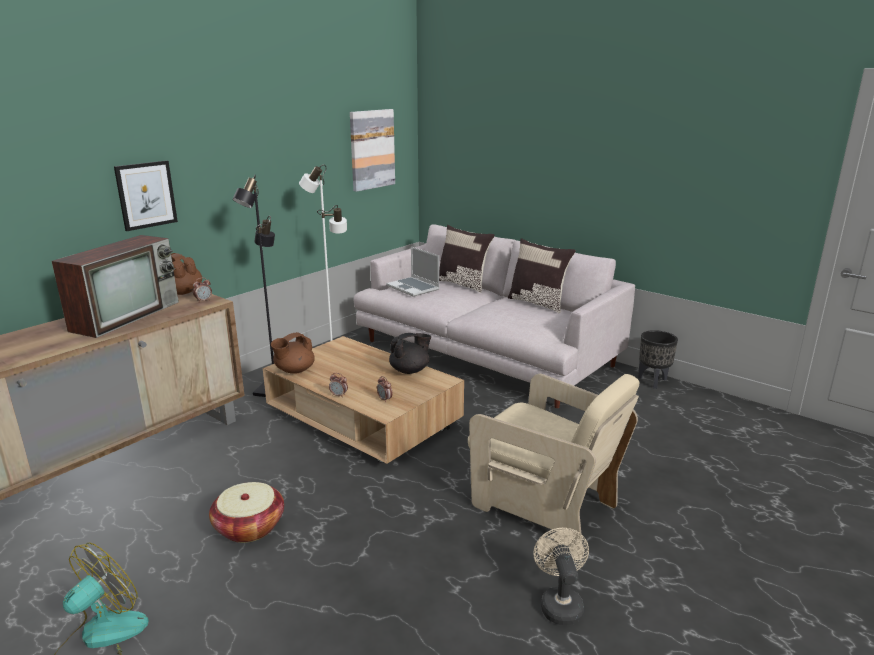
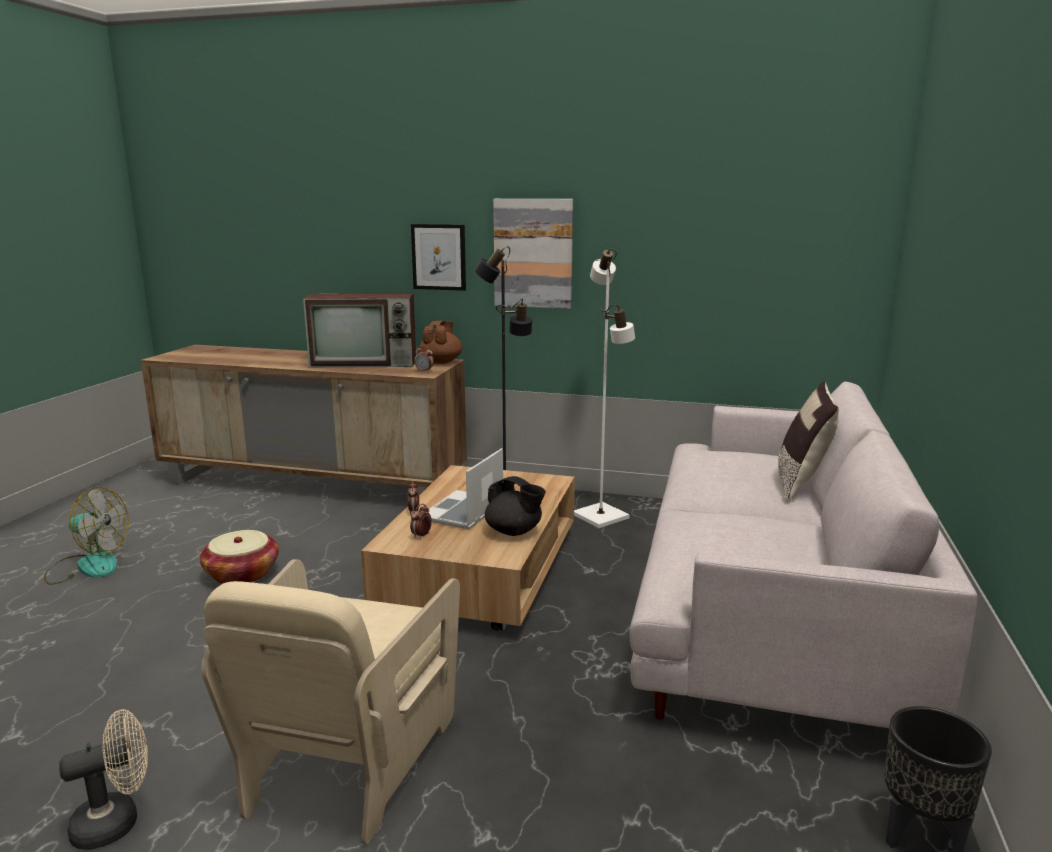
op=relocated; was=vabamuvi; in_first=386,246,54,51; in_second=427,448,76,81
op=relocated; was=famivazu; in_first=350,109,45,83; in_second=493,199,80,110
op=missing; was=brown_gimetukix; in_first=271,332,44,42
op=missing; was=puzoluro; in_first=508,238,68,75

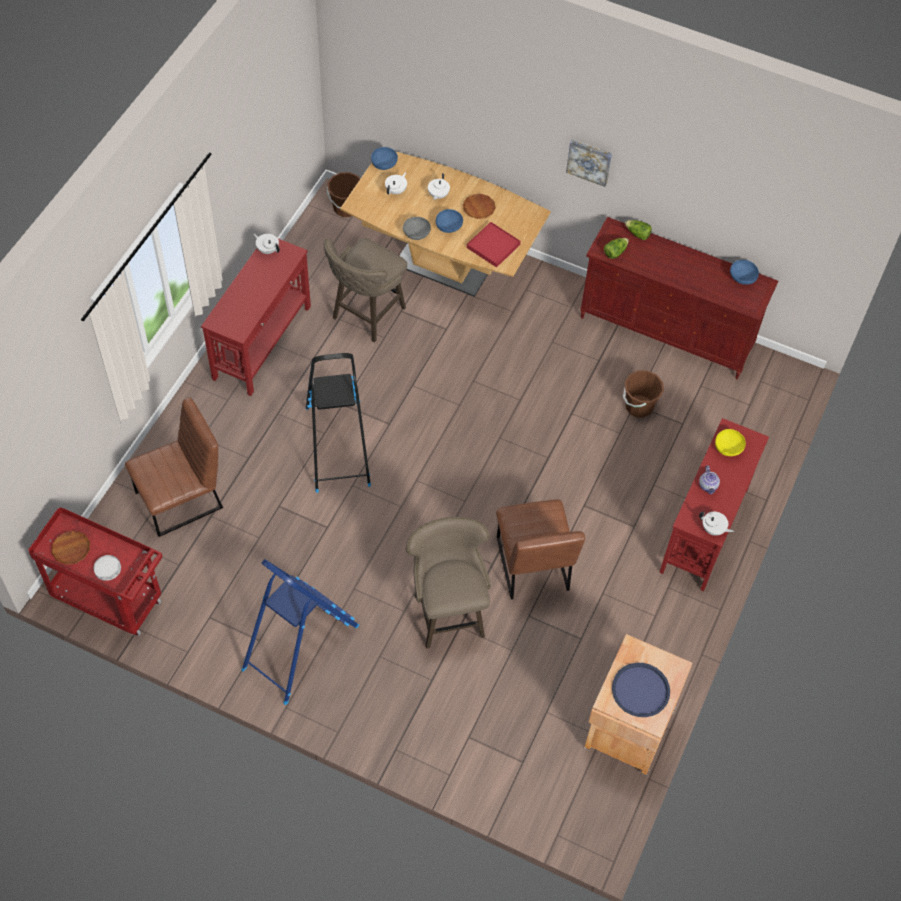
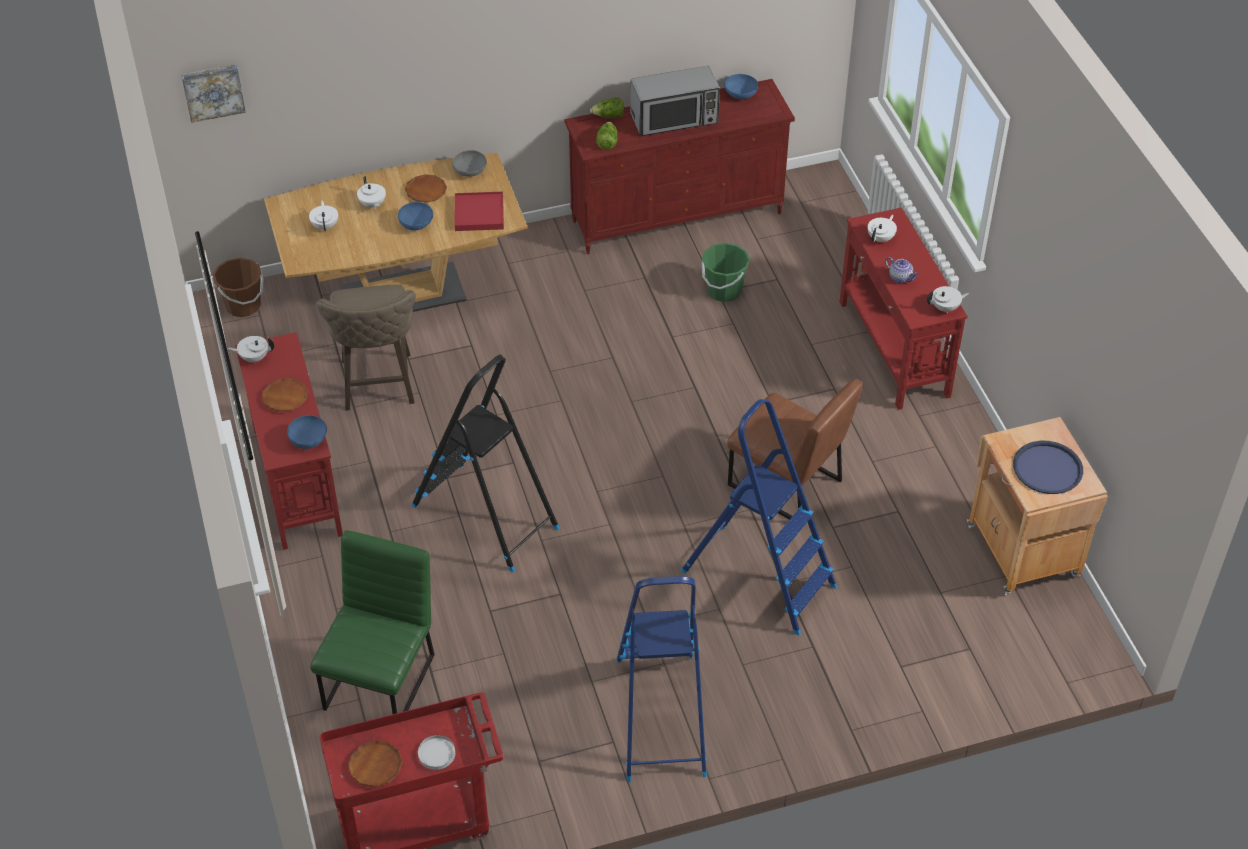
op=relocated; was=famivazu; in_first=566,139,46,48; in_second=181,64,65,59
op=appeared; now=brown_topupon; in_second=261,378,47,34
op=relocated; was=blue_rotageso; in_first=371,147,27,23; in_second=287,415,40,34
op=colour; was=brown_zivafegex; now=green_zivafegex; in_first=125,397,98,140; in_second=310,530,125,184
op=relocated; was=grey_rotageso; in_first=403,217,28,23; in_second=452,150,35,27
op=appeared; now=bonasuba; in_second=630,66,90,70
op=exchanged; was=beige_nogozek; now=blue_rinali; in_first=406,517,85,132; in_second=680,399,157,236
op=colour; was=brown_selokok; now=green_selokok; in_first=623,371,41,47; in_second=702,243,48,59
op=exchanged; was=yellow_rotageso; now=white_gimetukix; in_first=715,429,31,27; in_second=868,215,29,28

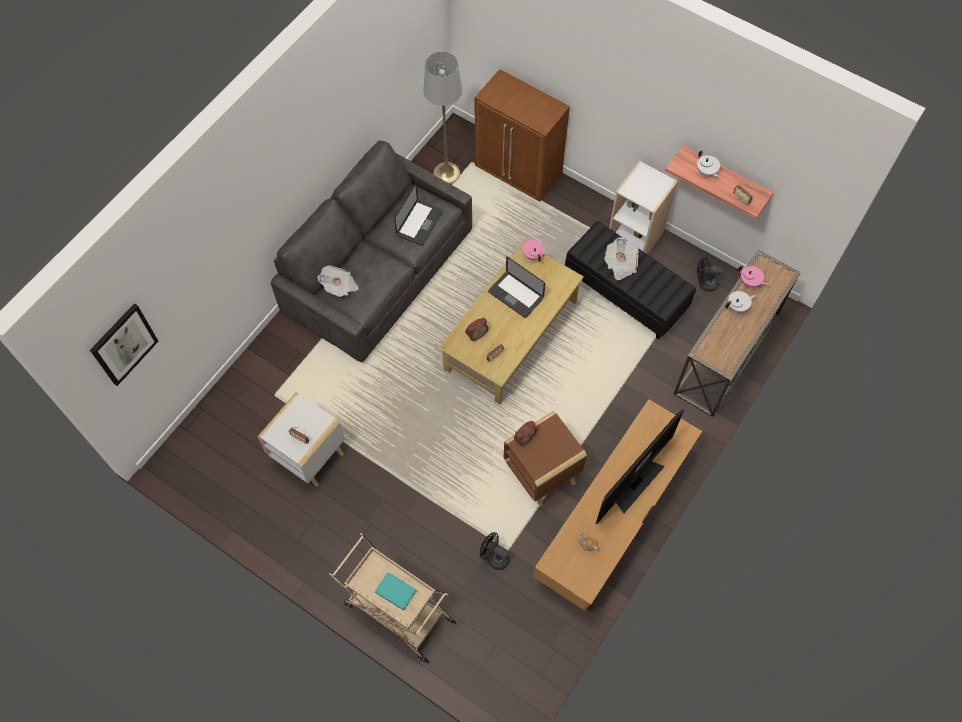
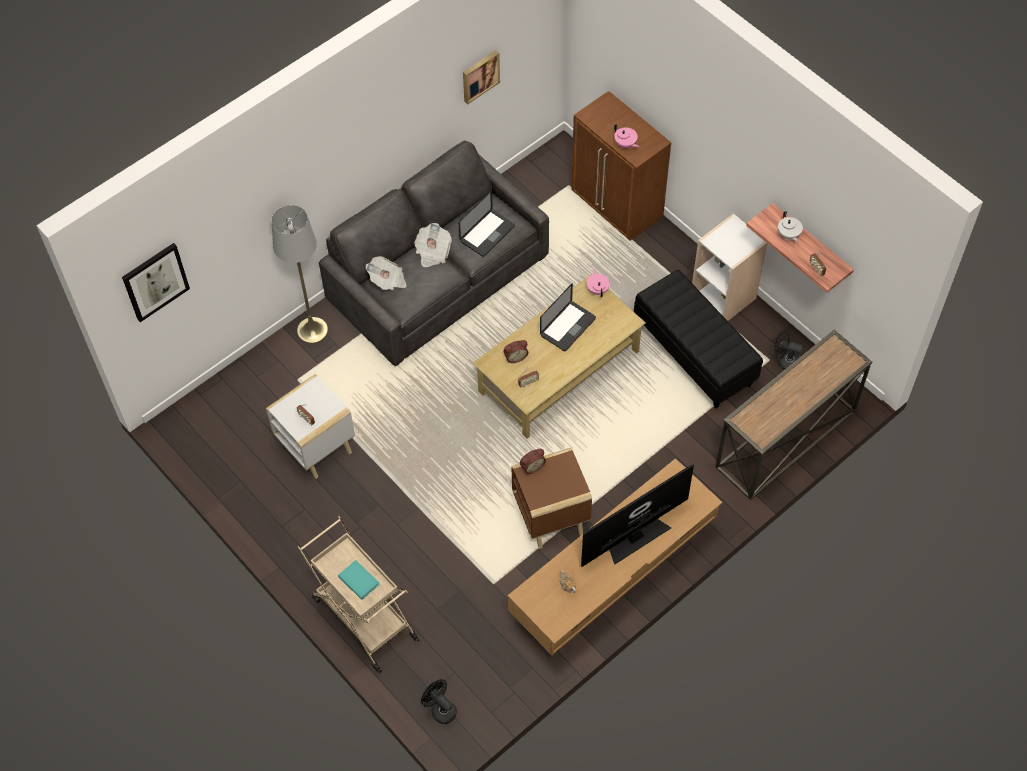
op=relocated; was=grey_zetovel; in_first=423,52,39,132; in_second=271,205,57,139
op=relocated; was=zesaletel; in_first=604,237,35,43; in_second=414,223,38,44
op=relocated; was=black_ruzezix; in_first=480,532,30,38; in_second=421,679,36,45
op=appeared; now=famivazu; in_second=463,50,37,54
op=spun; was=vabamuvi; in_first=488,256,57,62; in_second=540,283,56,68; clockwise=-105
op=relocated; was=pink_gimetukix; in_first=738,266,31,21; in_second=614,124,25,24
op=missing; was=white_gimetukix; in_first=725,291,31,22

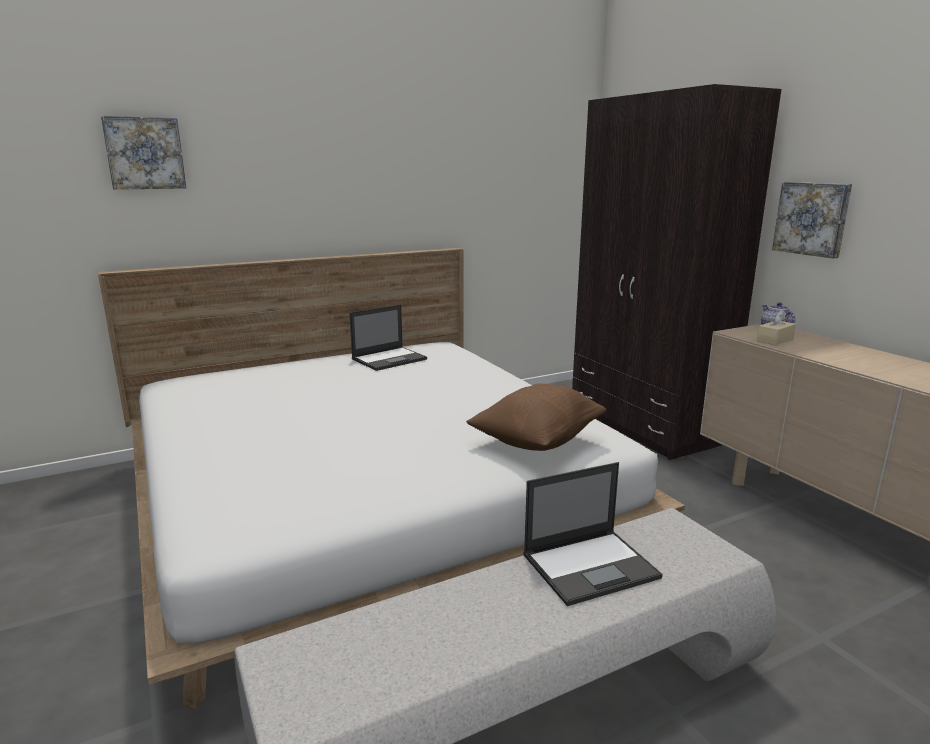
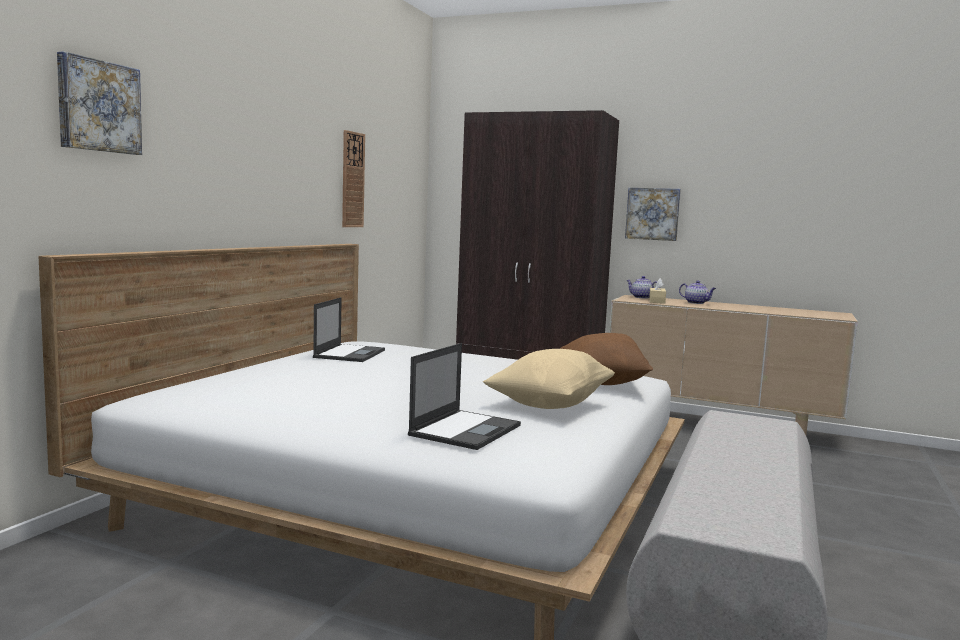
op=appeared; now=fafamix; in_second=342,130,23,97
op=relocated; was=vabamuvi; in_first=523,462,140,144; in_second=408,343,113,107
op=appeared; now=beige_puzoluro; in_second=483,349,132,60
op=appeared; now=gimetukix; in_second=679,280,37,24

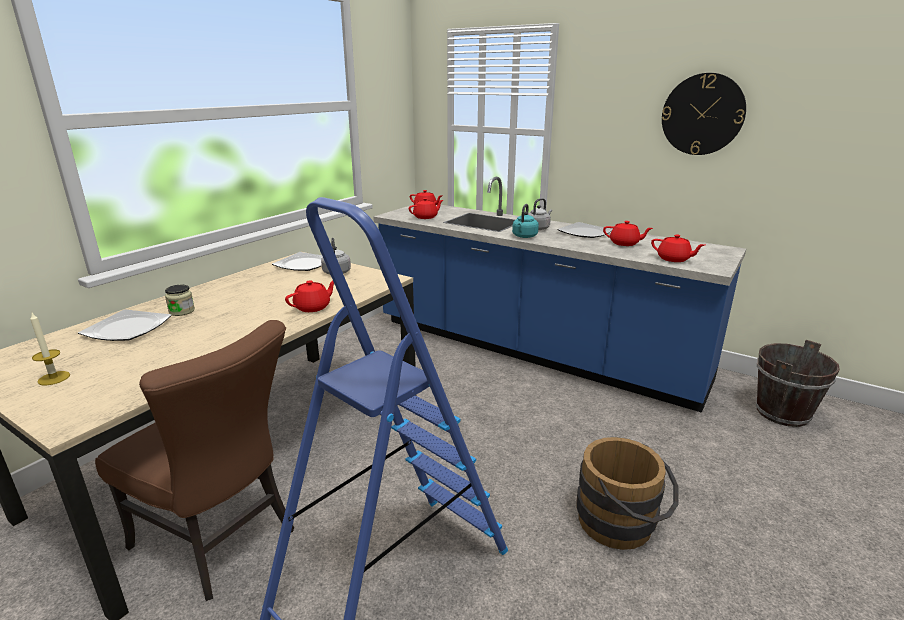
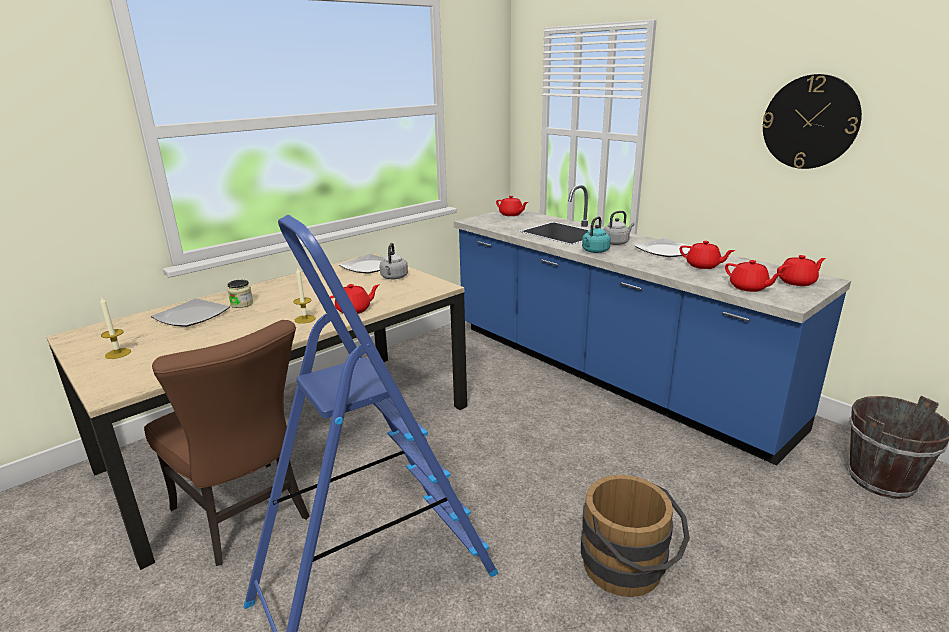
op=appeared; now=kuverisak; in_second=293,267,23,57
op=relocated; was=red_gimetukix; in_first=409,198,34,21; in_second=777,255,49,31

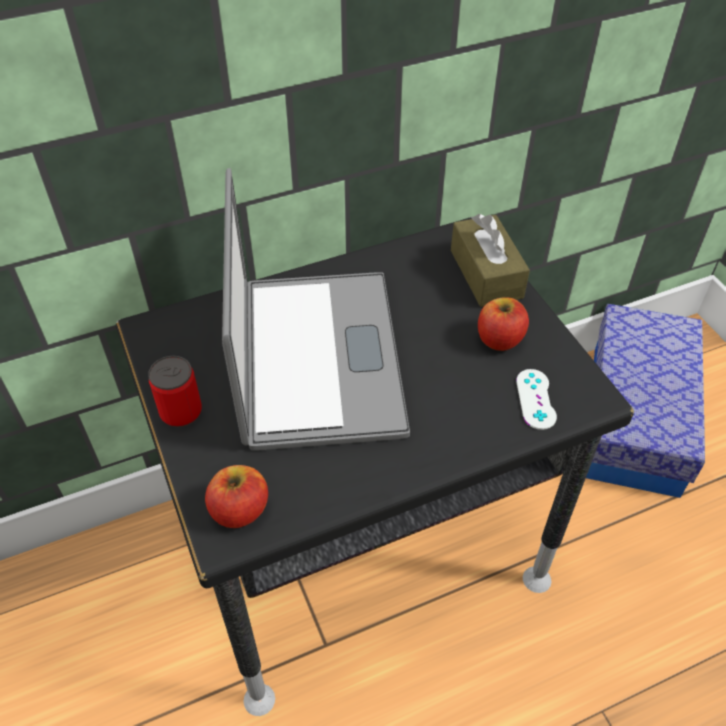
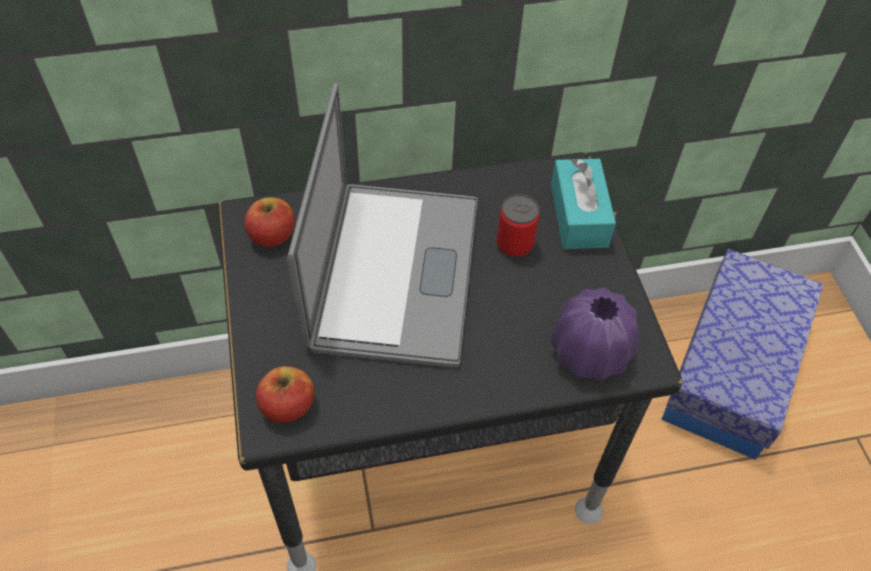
op=relocated; was=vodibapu; in_first=478,297,51,54; in_second=244,197,51,50
op=relocated; was=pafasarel; in_first=148,356,54,72; in_second=497,194,42,64
op=colour; was=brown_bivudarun; now=turquoise_bivudarun; in_first=451,214,79,93; in_second=551,158,65,91
op=exchanged; was=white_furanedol; now=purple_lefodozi; in_first=516,369,41,61; in_second=551,288,88,93

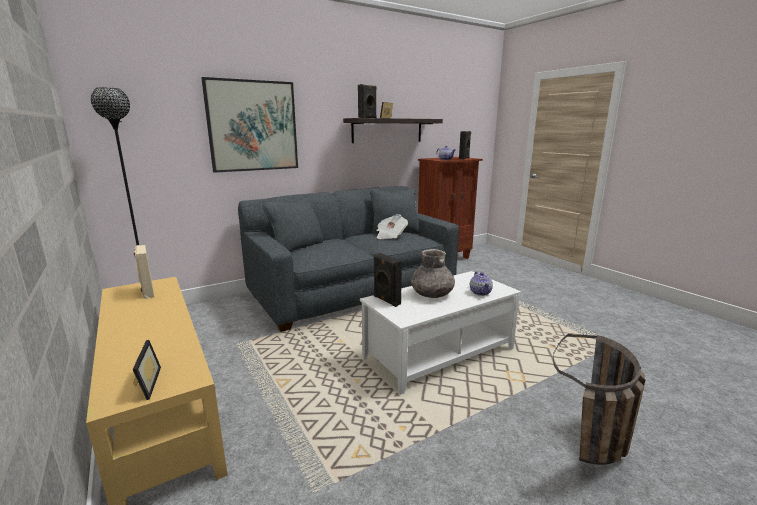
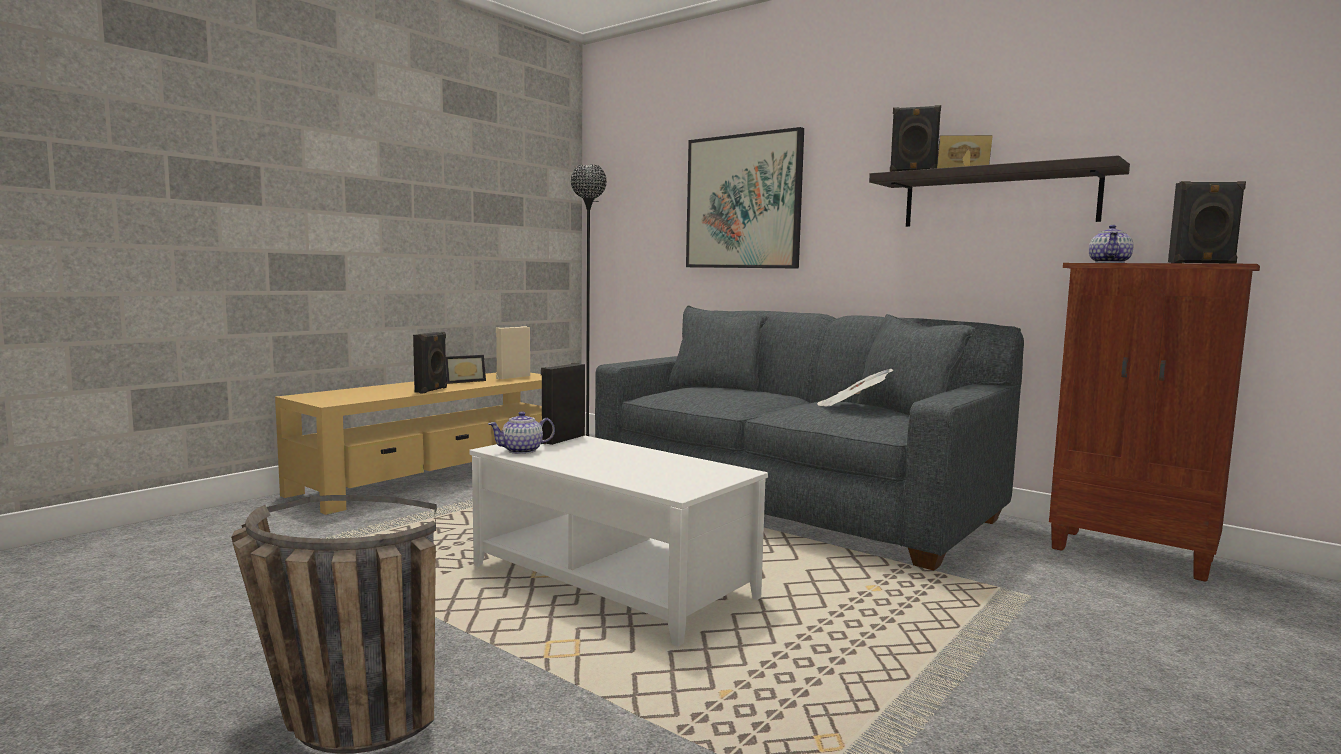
op=appeared; now=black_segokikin; in_second=413,332,34,62
op=relocated; was=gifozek; in_first=132,340,29,60; in_second=446,355,40,29
op=relocated; was=gimetukix; in_first=470,272,23,24; in_second=488,411,67,43
op=missing; was=grey_lefodozi; in_first=411,249,44,49

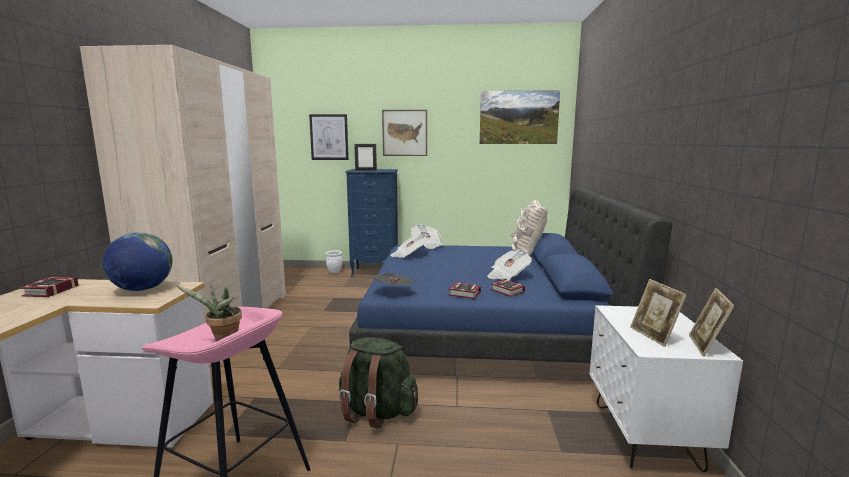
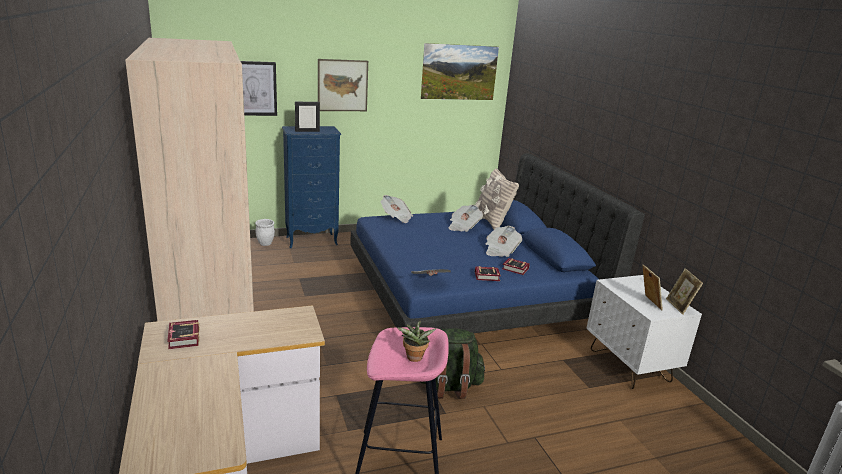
op=relocated; was=zesaletel; in_first=390,233,37,25; in_second=449,205,34,27
op=spun; was=gifozek; in_first=630,279,57,68; in_second=642,265,21,45; clockwise=-150
op=missing; was=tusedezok; in_first=103,232,70,59

